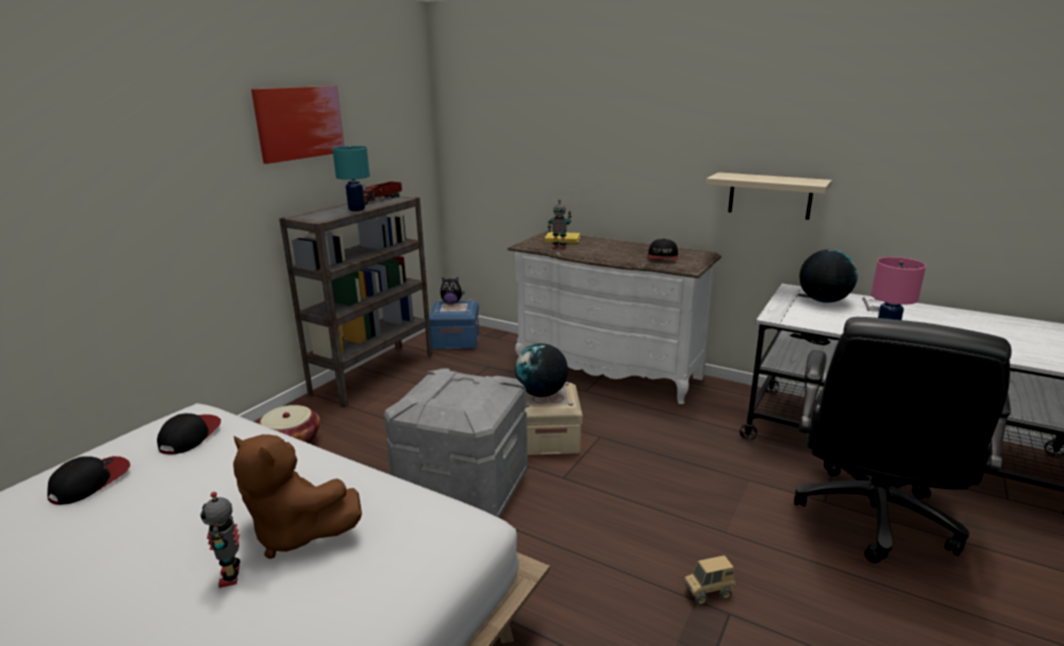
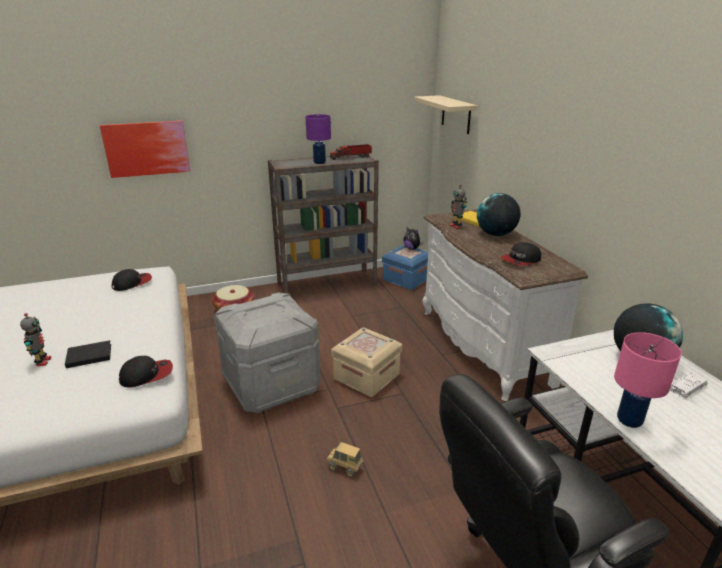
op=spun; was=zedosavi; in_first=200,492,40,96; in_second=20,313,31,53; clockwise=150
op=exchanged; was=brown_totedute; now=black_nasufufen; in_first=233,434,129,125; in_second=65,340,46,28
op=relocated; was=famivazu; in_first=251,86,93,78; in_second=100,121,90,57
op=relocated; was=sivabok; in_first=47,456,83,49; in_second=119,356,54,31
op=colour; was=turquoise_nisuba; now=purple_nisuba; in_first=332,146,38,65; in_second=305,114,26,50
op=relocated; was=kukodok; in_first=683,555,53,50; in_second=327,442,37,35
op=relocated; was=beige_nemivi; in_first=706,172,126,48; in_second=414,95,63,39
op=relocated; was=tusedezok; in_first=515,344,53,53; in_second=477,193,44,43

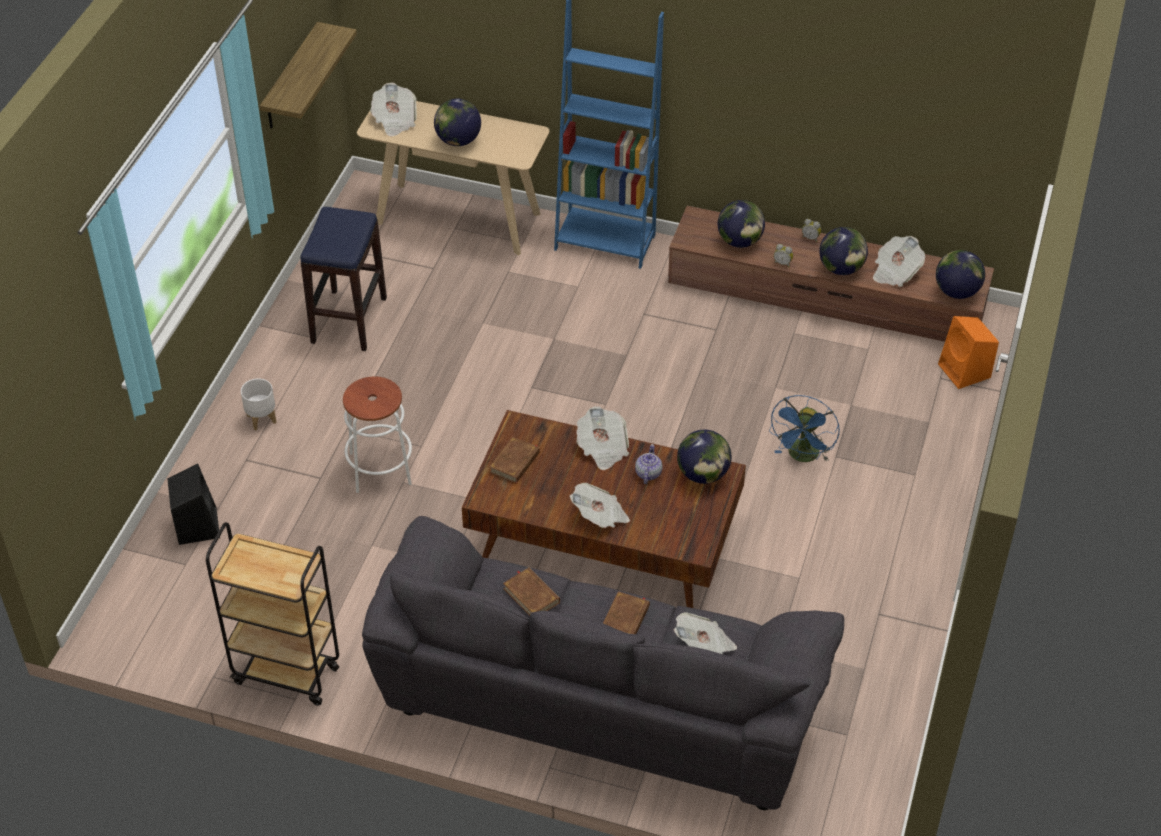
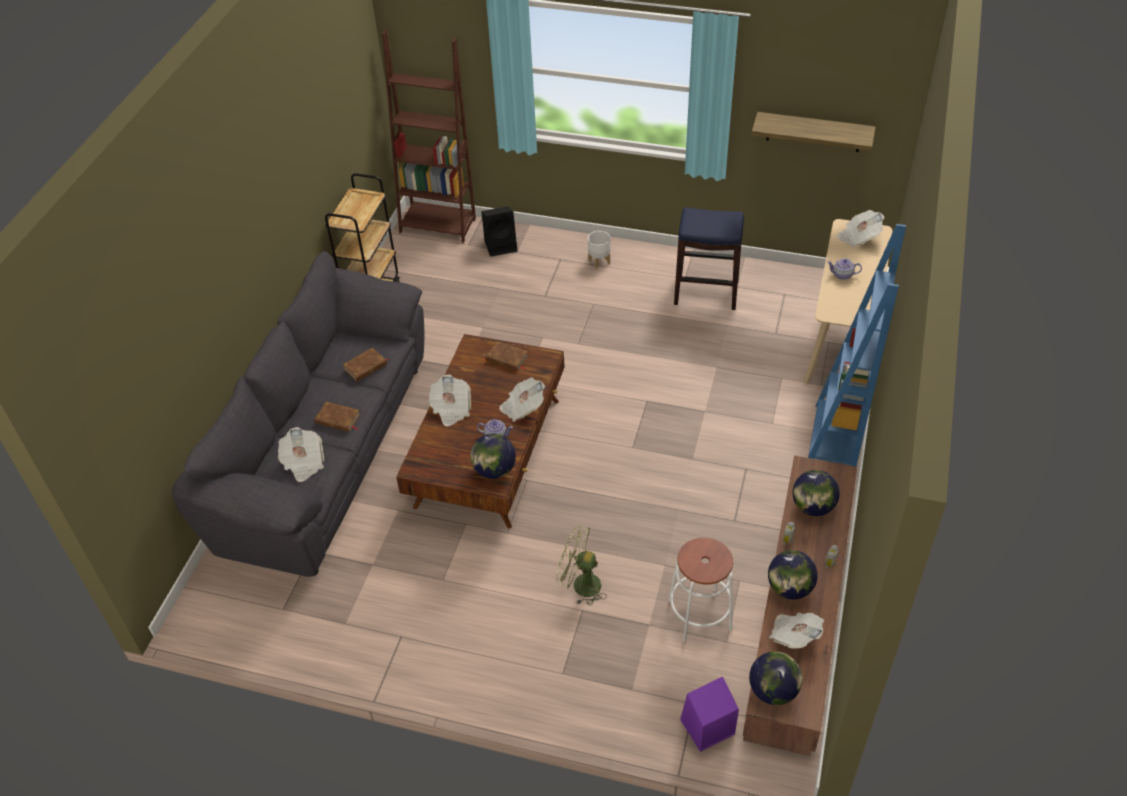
op=appeared; now=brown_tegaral; in_second=382,30,94,213
op=colour; was=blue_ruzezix; now=green_ruzezix; in_first=769,395,71,67; in_second=556,526,51,80
op=relocated; was=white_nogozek; in_first=343,377,69,116; in_second=669,538,64,104
op=colour; was=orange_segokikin; now=purple_segokikin; in_first=938,316,61,73; in_second=680,677,59,75
op=exchanged; was=tusedezok; now=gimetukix; in_first=434,98,47,48; in_second=827,258,35,22

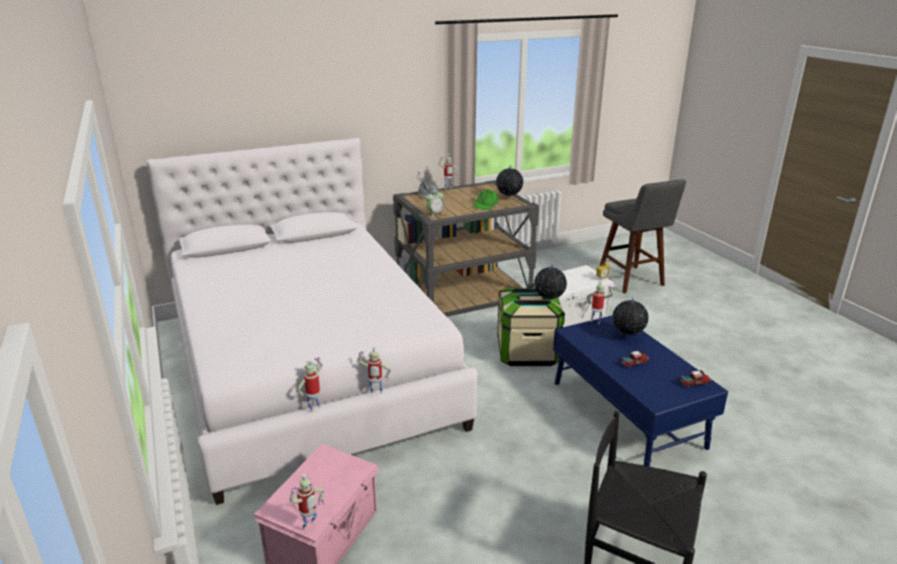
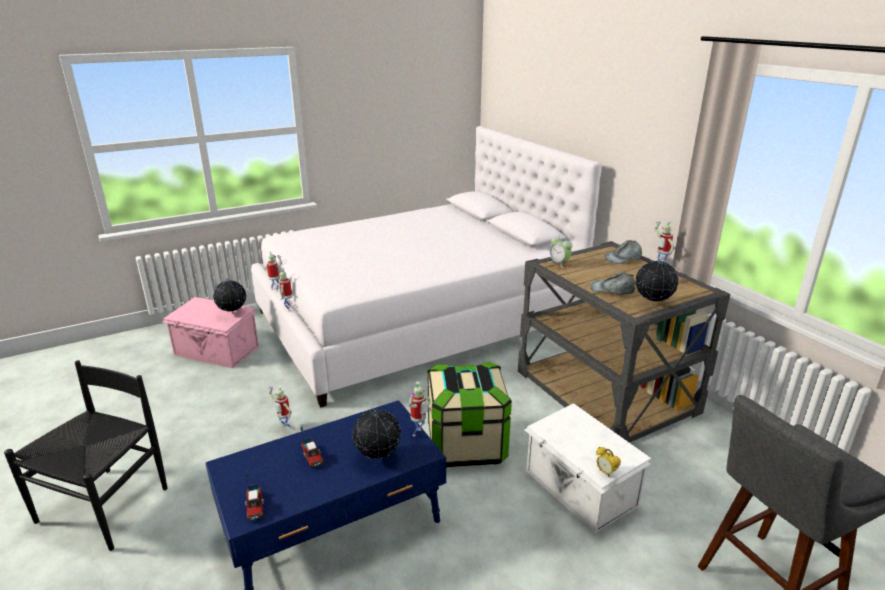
op=relocated; was=tusedezok; in_first=534,264,33,38; in_second=213,278,33,36
op=relocated; was=zedosavi; in_first=290,473,34,57; in_second=268,386,24,43
op=colour; was=green_sivabok; now=grey_sivabok; in_first=473,189,25,21; in_second=591,272,44,23

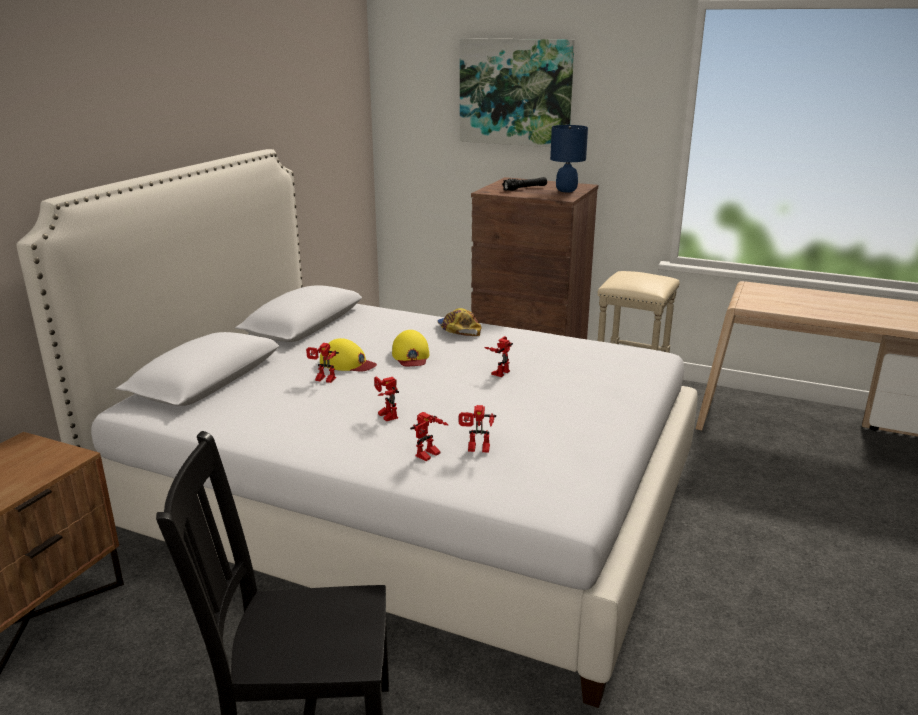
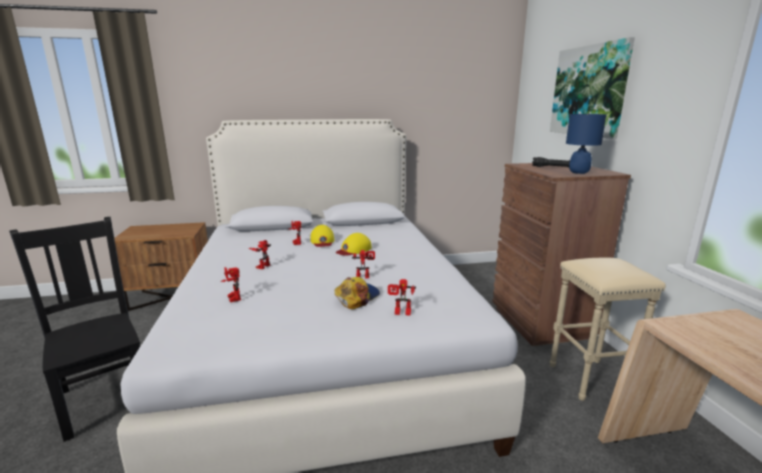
op=relocated; was=sivabok; in_first=437,308,45,28; in_second=335,277,45,32
op=relocated; was=zedosavi; in_first=410,412,38,49; in_second=388,279,28,36

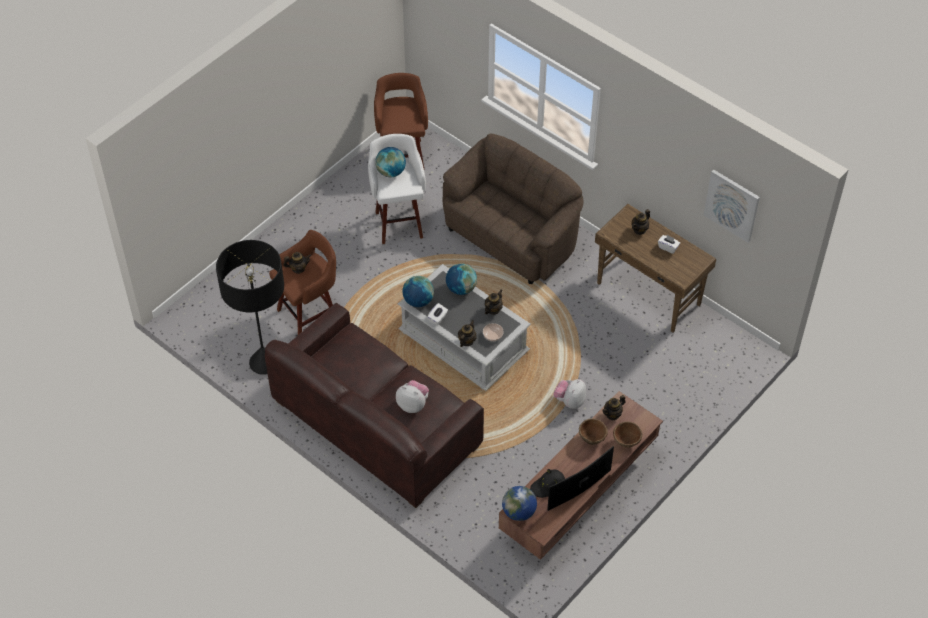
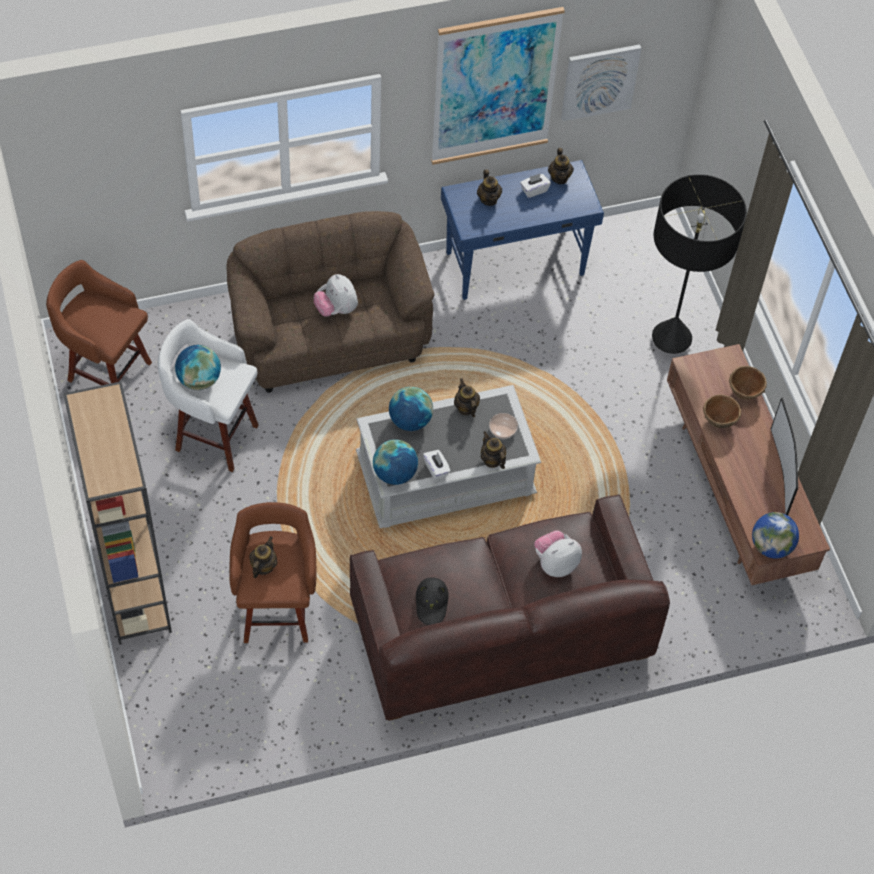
op=appeared; now=tegaral; in_second=63,381,109,264
op=relocated; was=totedute; in_first=553,379,33,30; in_second=314,274,44,43
op=relocated; was=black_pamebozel; in_first=530,469,35,29; in_second=416,577,33,48
op=appeared; now=famivazu; in_second=431,7,134,158
op=colour; was=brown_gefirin; now=blue_gefirin; in_first=595,204,121,129; in_second=441,160,163,140
op=relocated; was=gimetukix; in_first=602,395,24,26; in_second=548,148,26,36
op=relocated; was=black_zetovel; in_first=216,240,68,135; in_second=652,174,95,180

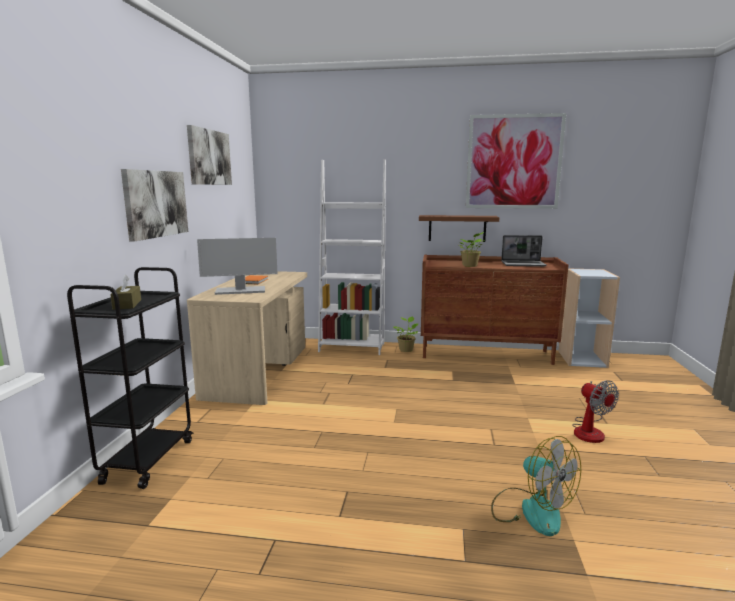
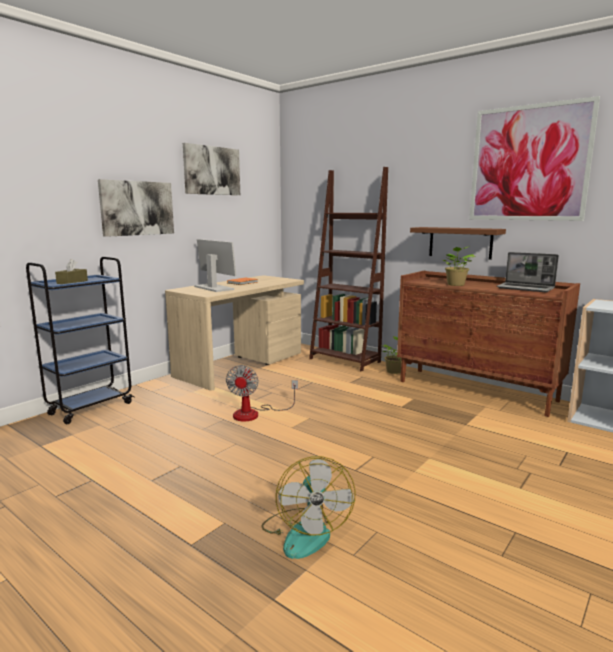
op=colour; was=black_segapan; now=blue_segapan; in_first=67,267,127,222; in_second=26,257,108,167
op=spun; was=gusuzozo; in_first=197,238,81,57; in_second=194,239,43,53; clockwise=-150
op=relocated; was=ruzezix; in_first=572,380,47,63; in_second=226,365,72,56
op=colour; was=white_tegaral; now=brown_tegaral; in_first=318,159,68,196; in_second=309,167,79,204

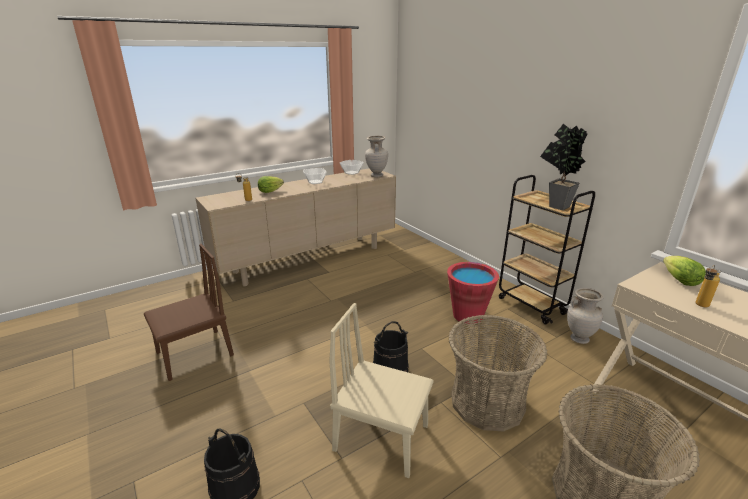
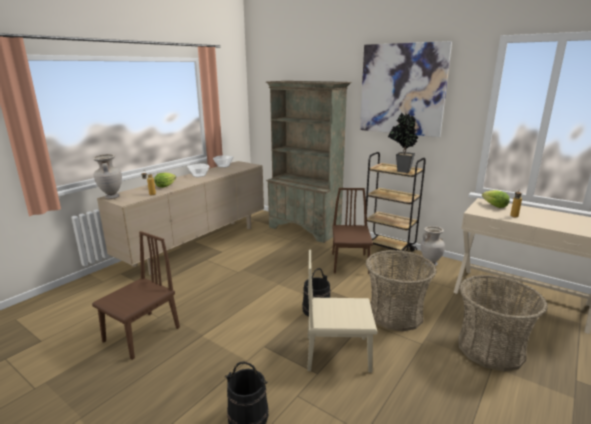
op=relocated; was=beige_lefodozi; in_first=365,136,23,41; in_second=93,154,29,45
op=appeared; now=green_tegaral; in_second=266,81,86,162
op=exchanged; was=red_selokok; now=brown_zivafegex; in_first=447,262,52,62; in_second=332,188,41,86
op=appeared; now=famivazu; in_second=360,41,92,96

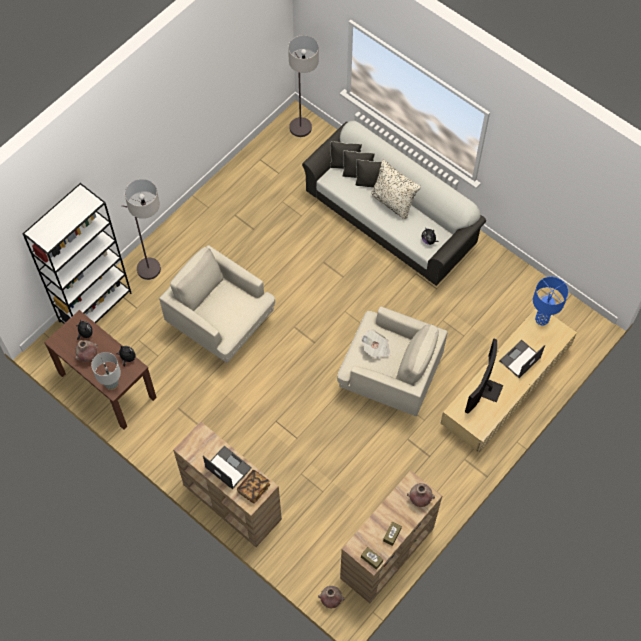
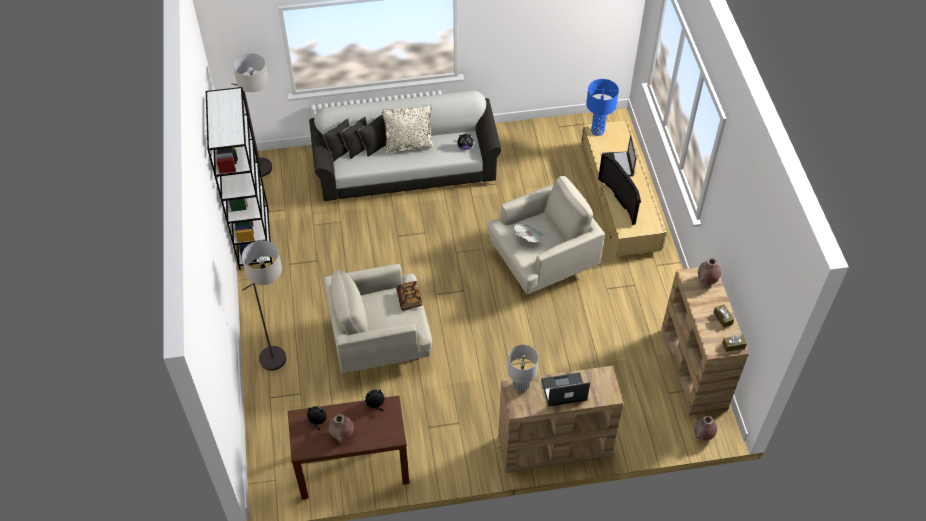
op=relocated; was=white_tegaral; in_first=23,183,108,141; in_second=206,87,67,183
op=relocated; was=nasufufen; in_first=237,470,33,33; in_second=396,281,27,29
op=relocated; was=grey_nisuba; in_first=91,352,30,38; in_second=508,345,31,48

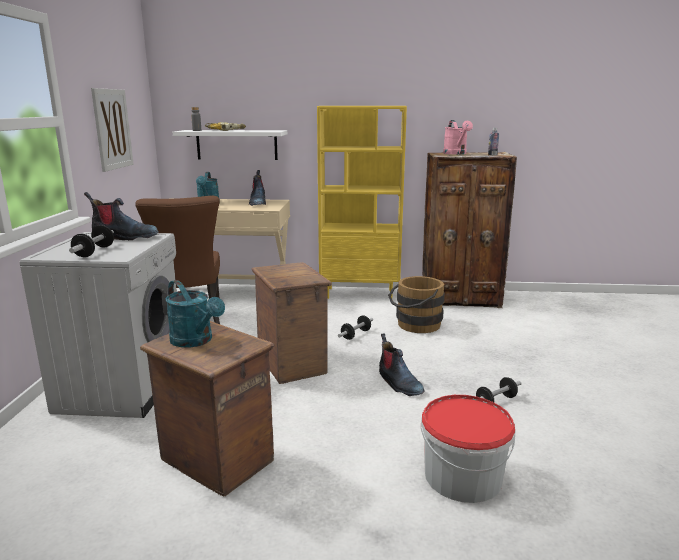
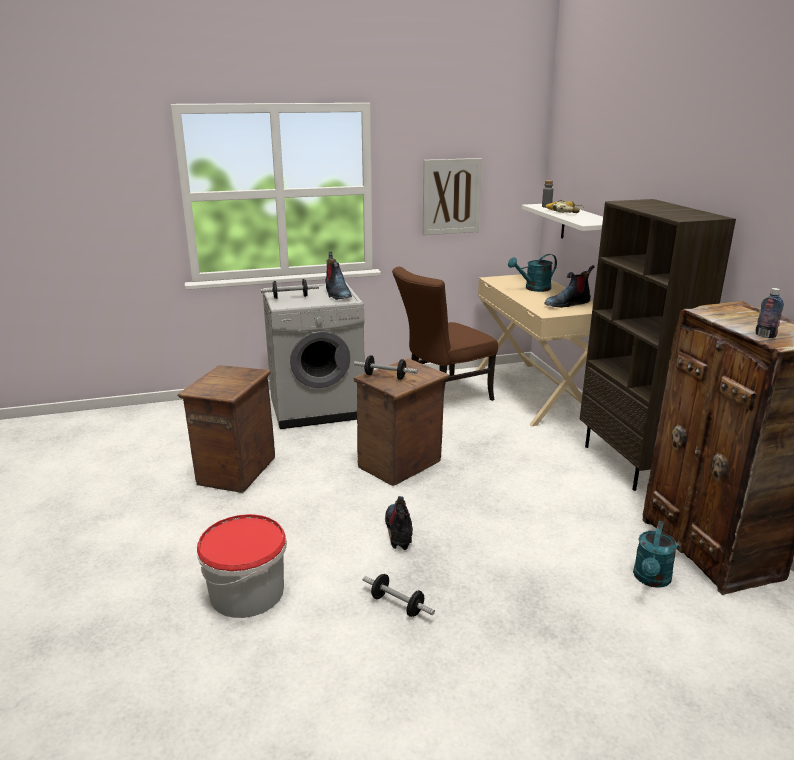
op=relocated; was=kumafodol; in_first=338,315,35,25; in_second=354,355,64,25
op=spun; was=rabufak; in_first=379,333,46,63; in_second=385,496,28,54; clockwise=135
op=colour; was=yellow_tegaral; now=brown_tegaral; in_first=317,106,90,193; in_second=580,199,156,292
op=relocated; was=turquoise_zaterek; in_first=165,280,60,68; in_second=633,521,44,67
op=missing; was=brown_selokok; in_first=388,276,57,57
op=missing; was=pink_zaterek; in_first=443,120,30,34

